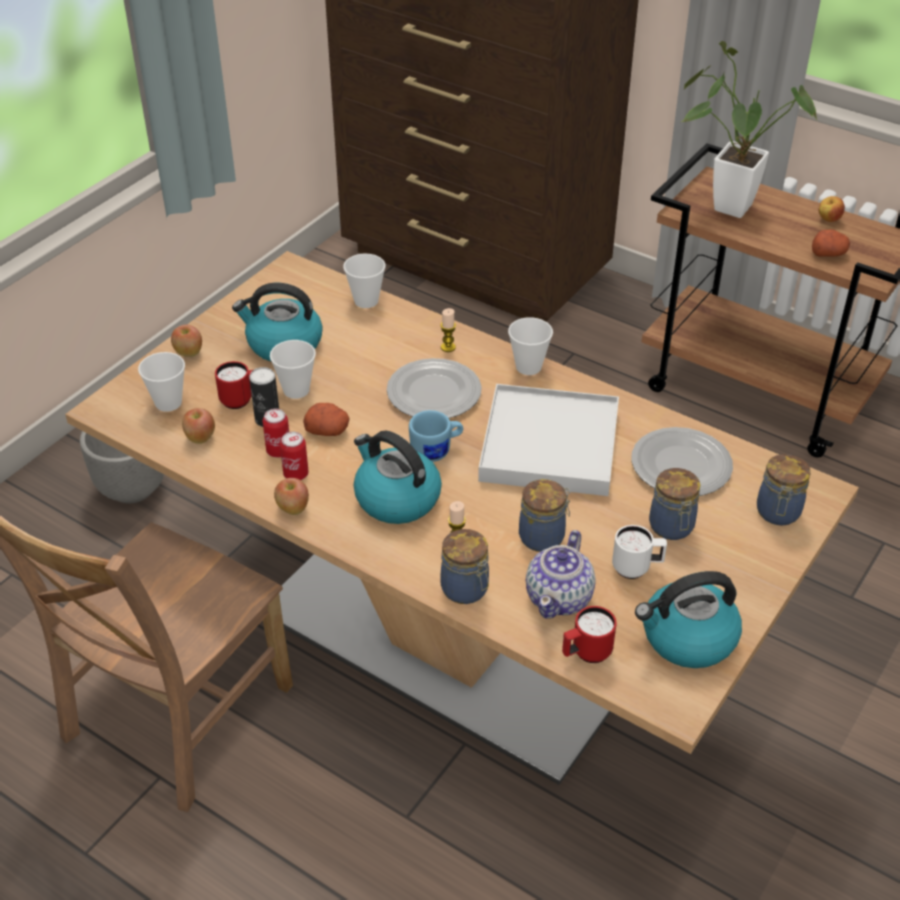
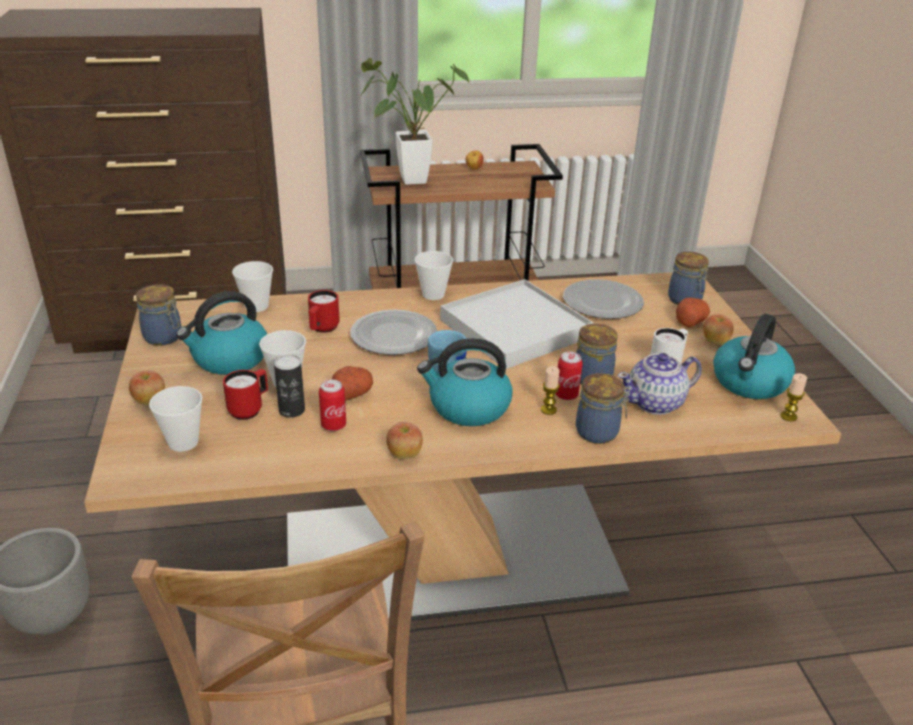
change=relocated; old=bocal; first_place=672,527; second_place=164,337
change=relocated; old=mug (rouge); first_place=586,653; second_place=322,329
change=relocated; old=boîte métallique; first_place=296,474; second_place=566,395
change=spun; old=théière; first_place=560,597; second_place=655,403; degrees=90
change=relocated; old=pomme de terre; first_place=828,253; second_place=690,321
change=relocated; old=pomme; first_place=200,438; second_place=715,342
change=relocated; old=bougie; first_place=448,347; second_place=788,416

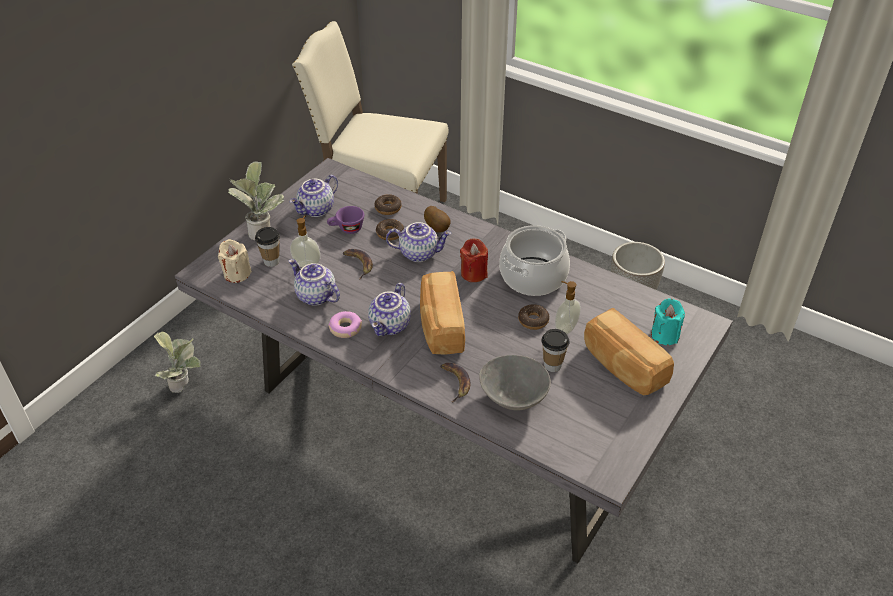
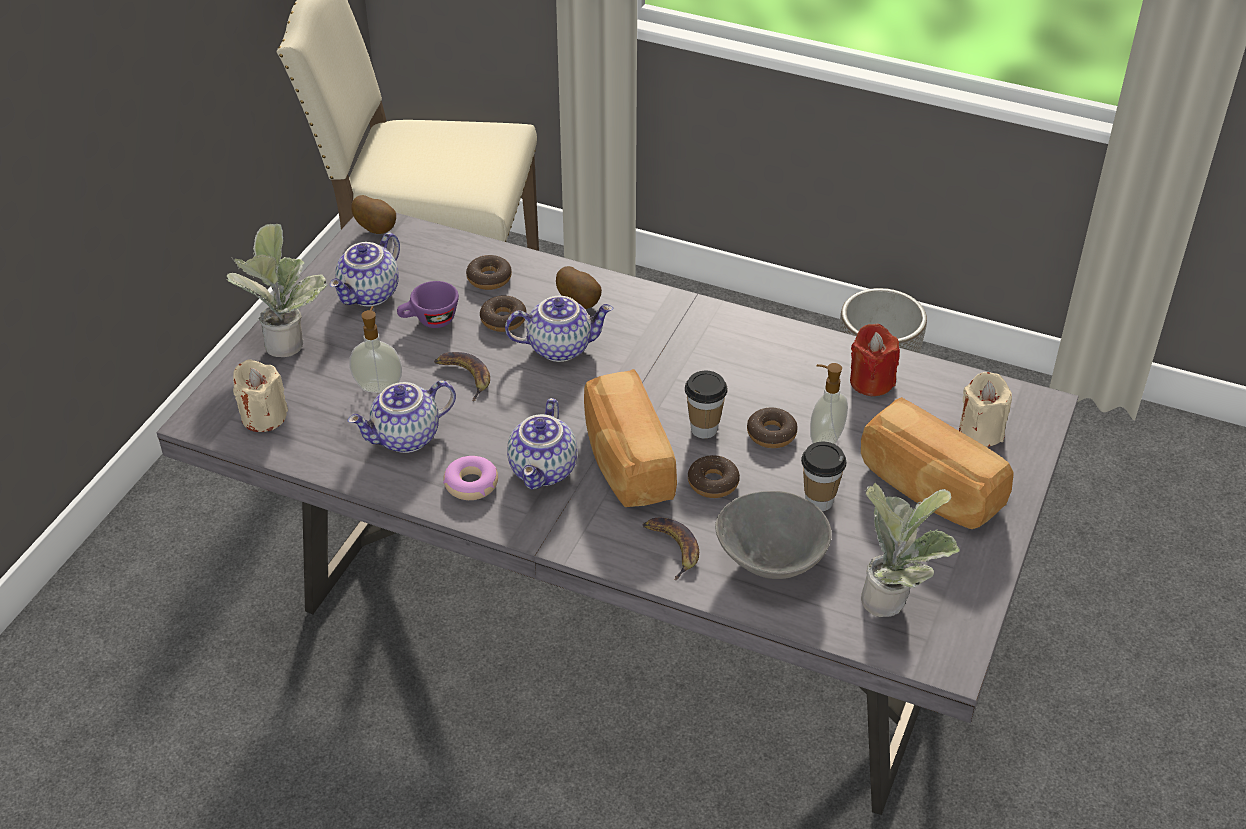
change=spun; old=théière; first_place=315,296; second_place=406,438; degrees=-60
change=appeared; new=pomme de terre; second_place=377,228
change=relocated; old=tasse; first_place=271,261; second_place=704,429
change=appeared; new=beignet; second_place=713,482
change=relocated; old=bougie (rouge); first_place=474,273; second_place=871,381
change=relocated; old=plante en pot; first_place=185,385; second_place=895,599
change=colour; old=bougie (turquoise); new=bougie (beige); first_place=665,335; second_place=981,431
change=missing; old=marmite; first_place=533,276

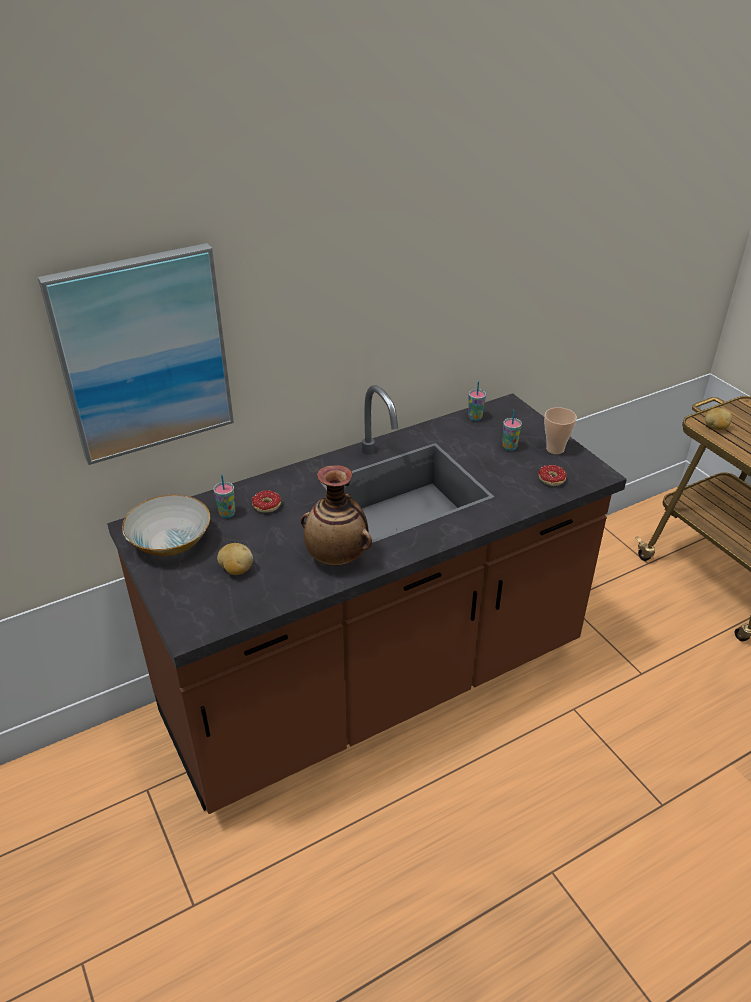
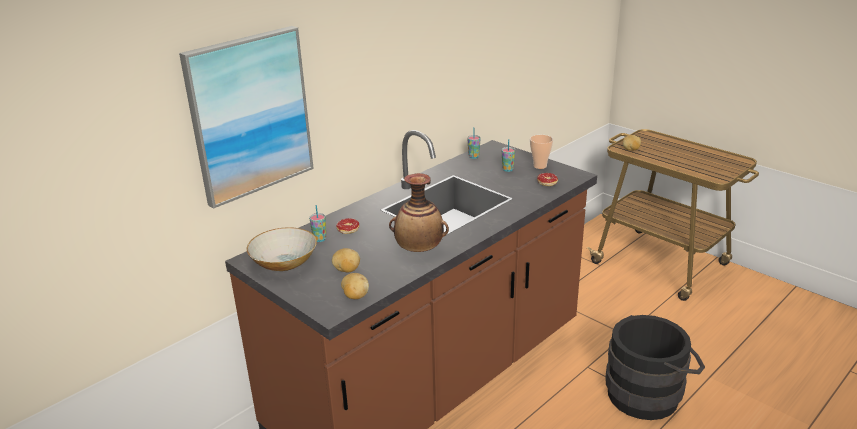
change=appeared; new=pomme de terre; second_place=355,296
change=appeared; new=seau (noir); second_place=649,393

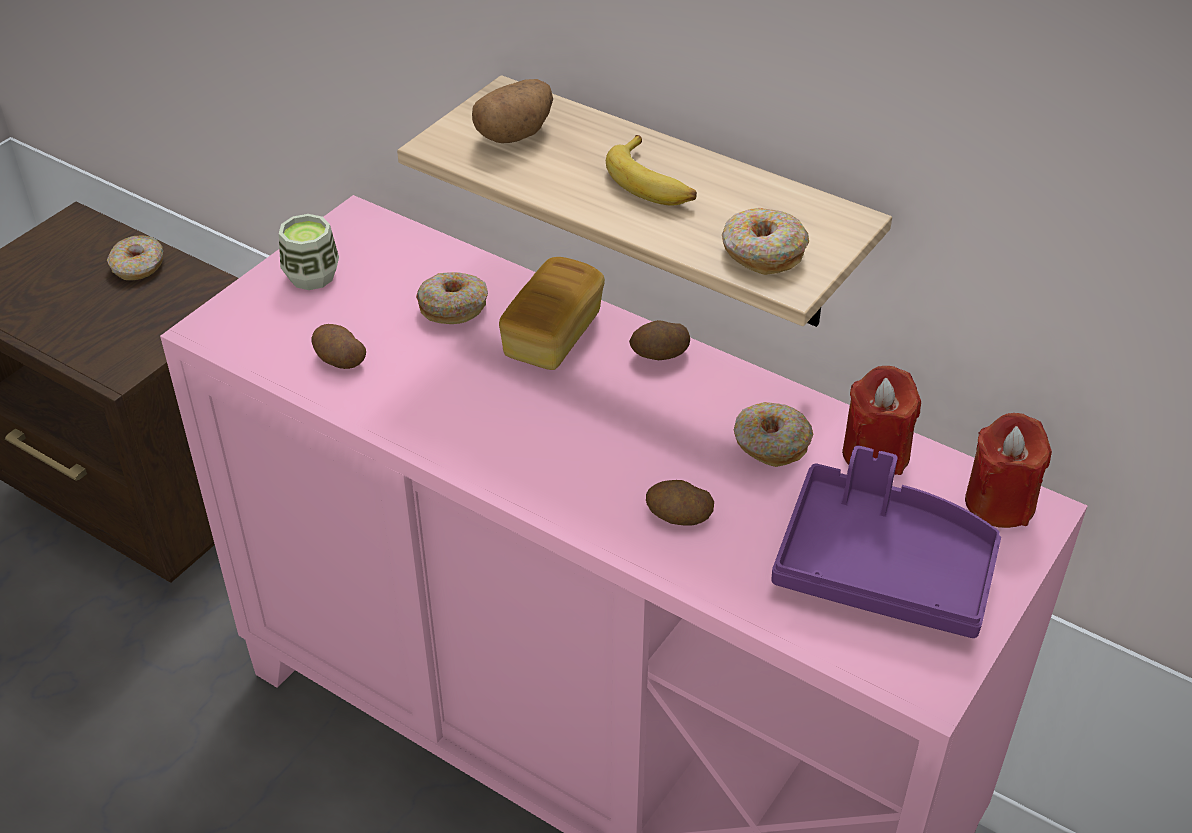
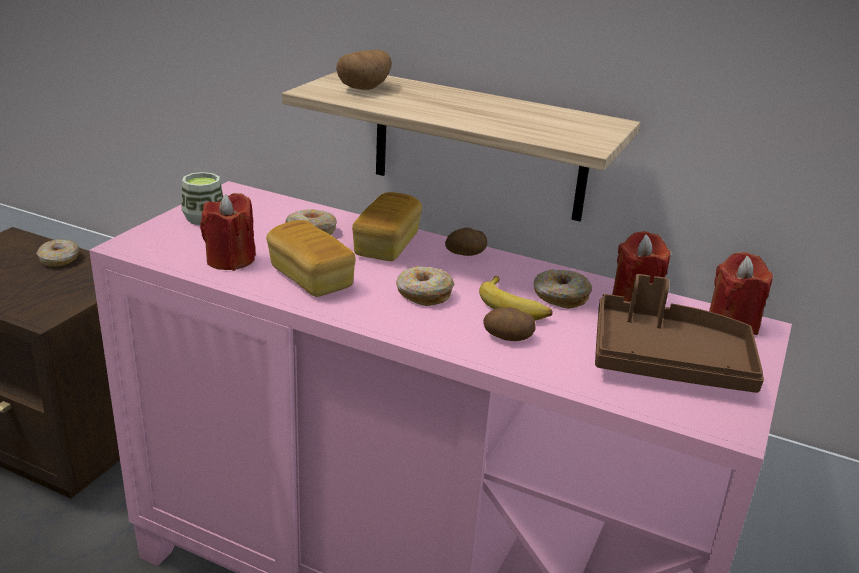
change=exchanged; old=pomme de terre; new=bougie (rouge); first_place=339,360; second_place=230,260
change=appeared; new=pain; second_place=310,278
change=relocated; old=beignet; first_place=762,252; second_place=423,294
change=relocated; old=banane; first_place=652,183; second_place=514,307
change=colour; old=plateau (violet); new=plateau (marron); first_place=883,568; second_place=668,361

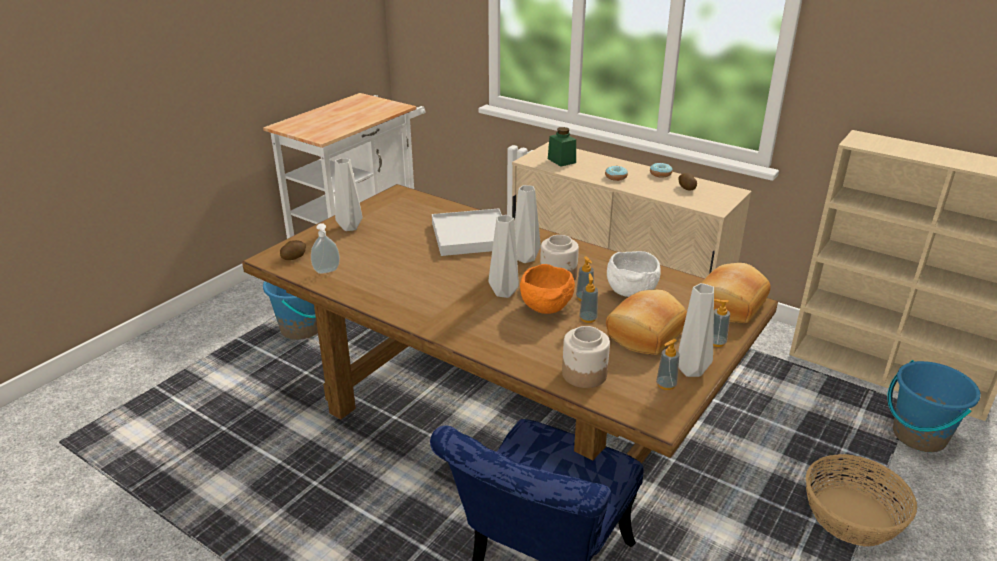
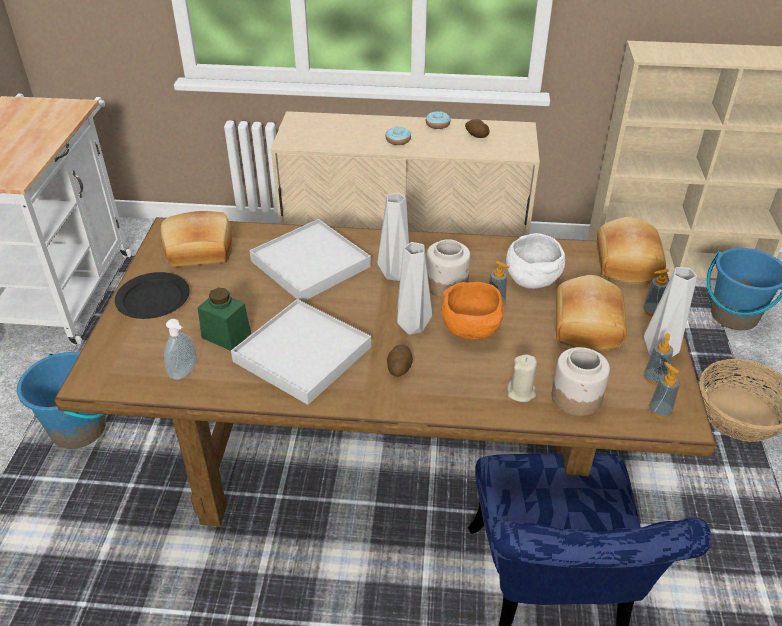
change=exchanged; old=vase (gris); new=assiette (noir); first_place=349,227; second_place=153,299
change=appeared; new=pain; second_place=199,252
change=relocated; old=bocal (vert); first_place=561,160; second_place=226,335
change=appeared; new=plateau (blanc); second_place=303,354
change=relocated; old=pomme de terre; first_place=294,257; second_place=399,368
change=appeared; new=bougie (beige); second_place=521,392
change=relocated; old=distributeur de savon; first_place=588,318; second_place=659,411

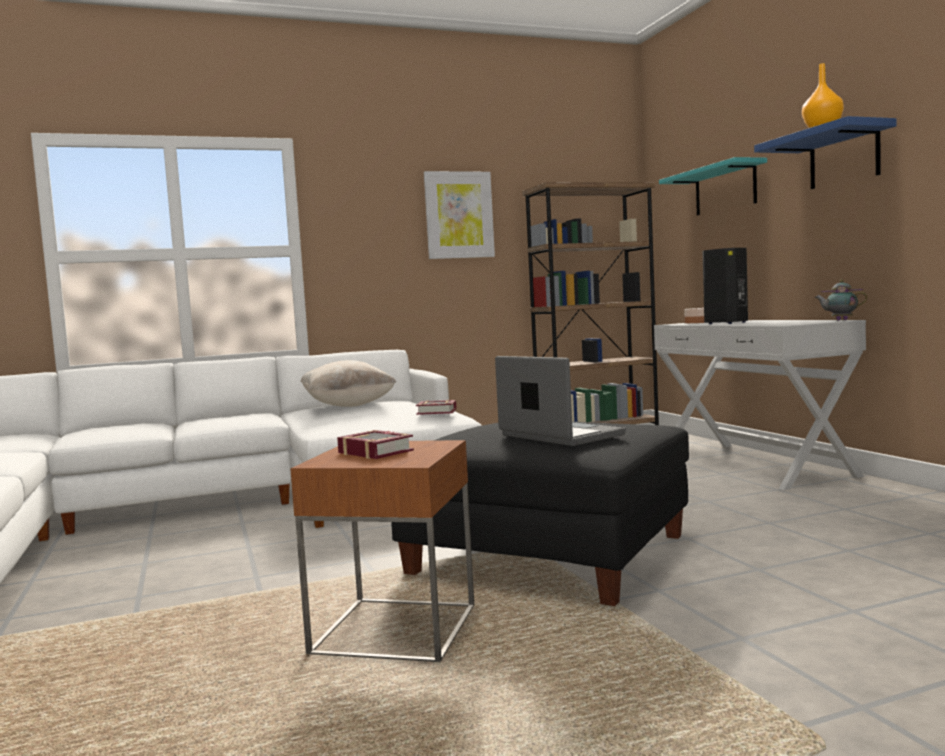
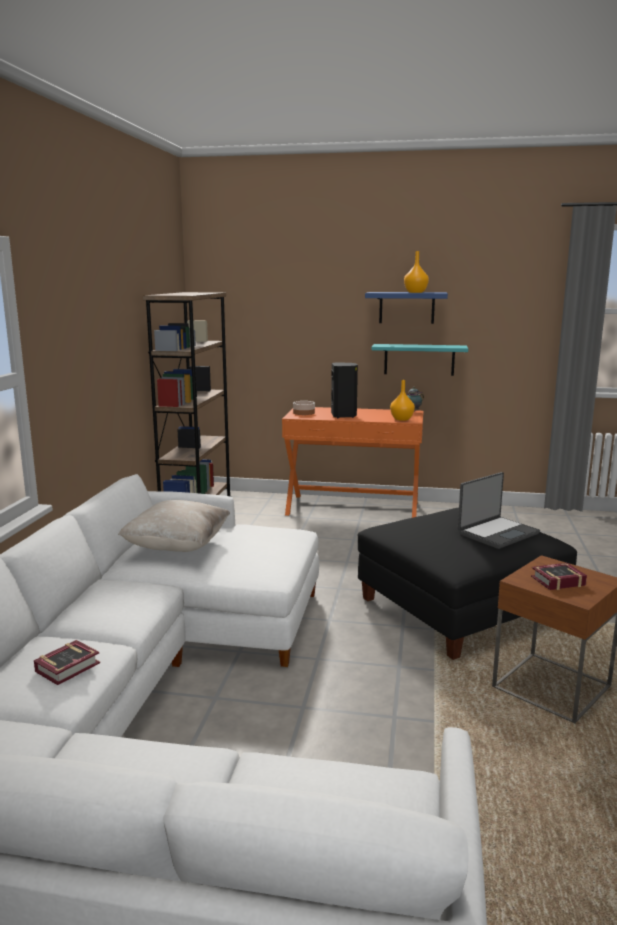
change=relocated; old=livre; first_place=438,412; second_place=70,667
change=colour; old=table console (blanc); new=table console (orange); first_place=753,464; second_place=353,508
change=relocated; old=étagère (turquoise); first_place=725,189; second_place=419,359
change=appeared; new=vase (orange); second_place=401,419
change=spun; old=ordinateur portable; first_place=559,435; second_place=497,533; degrees=150
change=missing; old=tableau; first_place=459,215

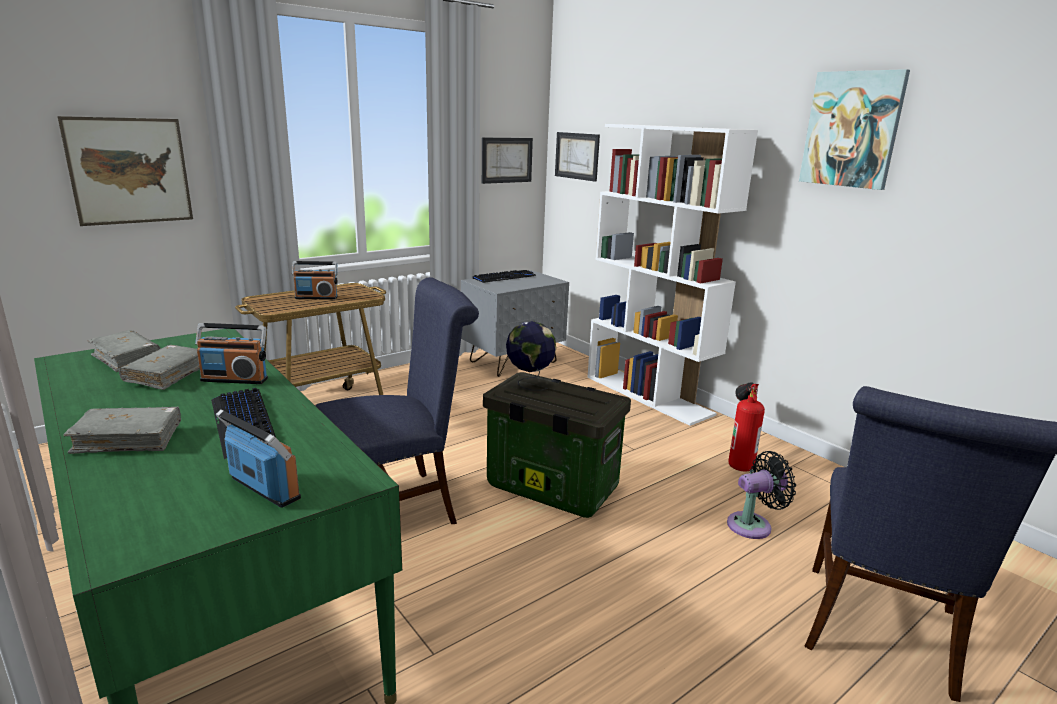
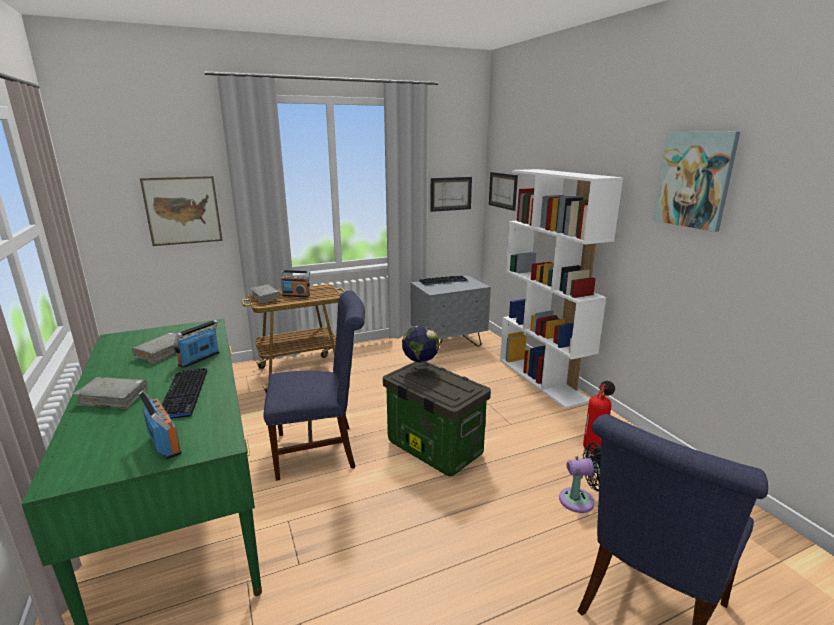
change=spun; old=radio; first_place=235,379; second_place=199,359; degrees=105
change=relocated; old=livre (gris); first_place=126,358; second_place=265,297

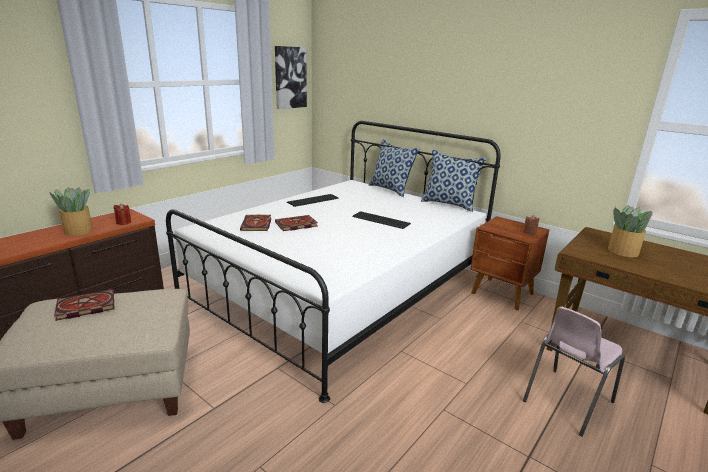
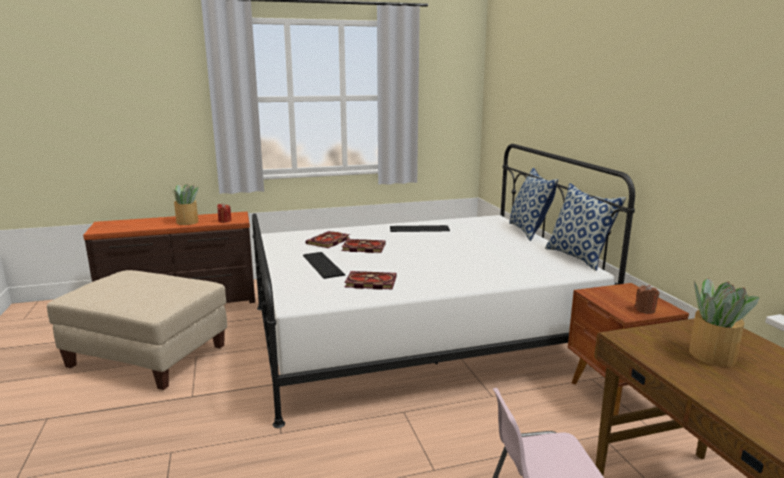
change=relocated; old=clavier; first_place=381,219; second_place=324,264
change=relocated; old=livre; first_place=84,307; second_place=369,283
change=missing; old=tableau; first_place=290,77

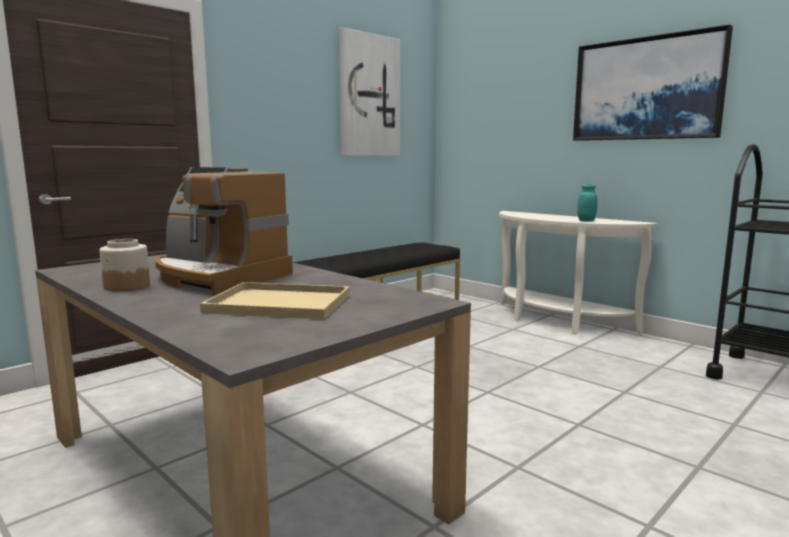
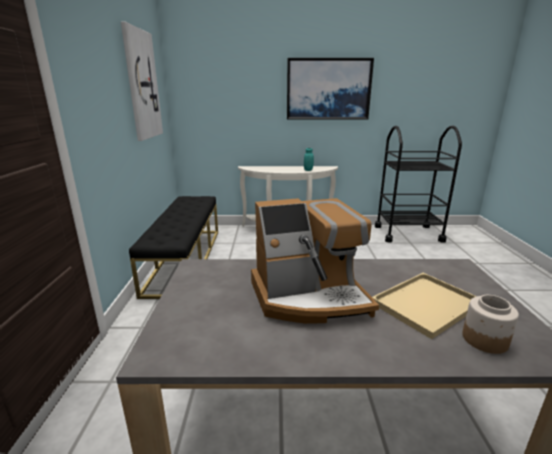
change=relocated; old=bocal; first_place=126,286; second_place=484,340

